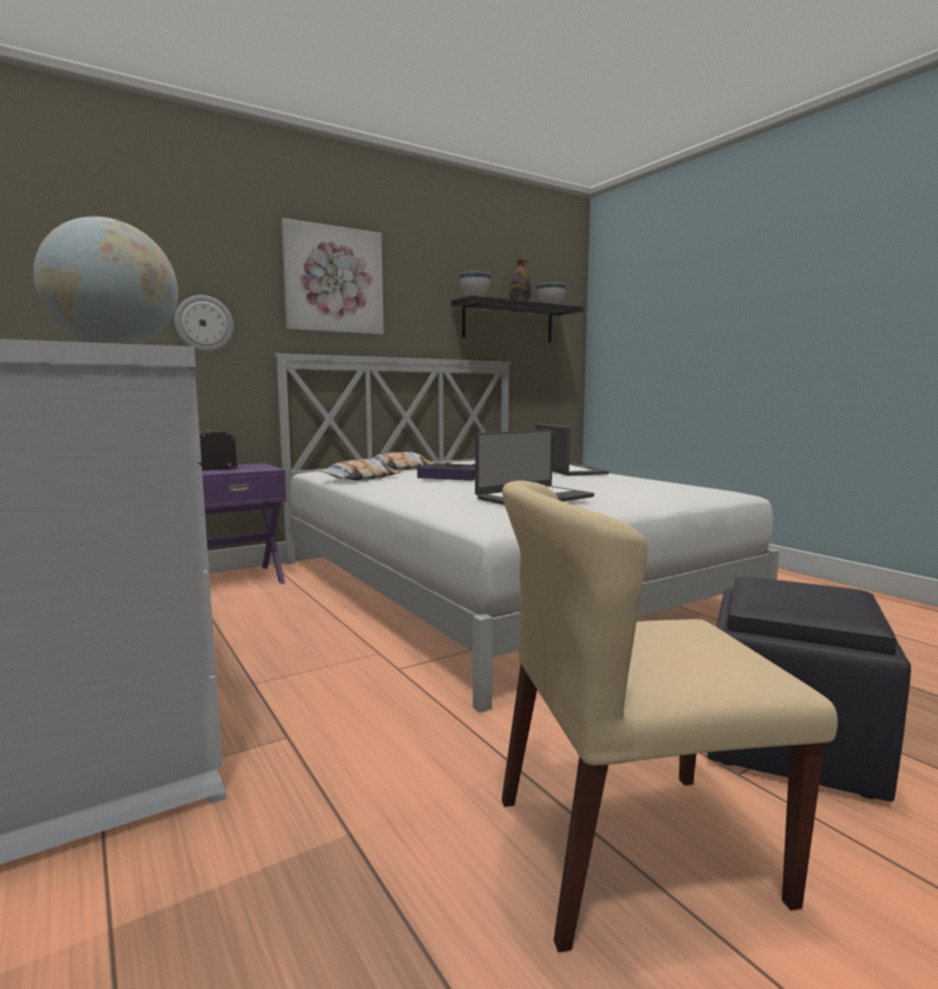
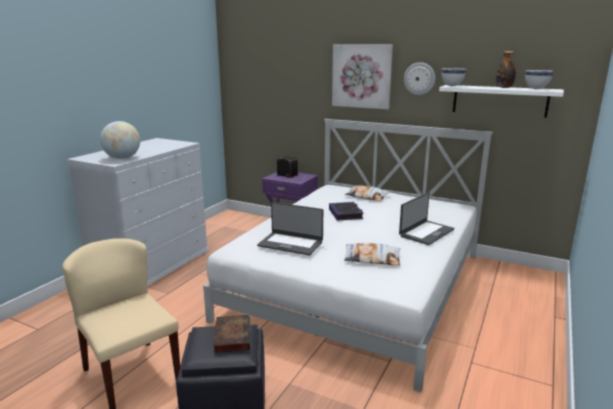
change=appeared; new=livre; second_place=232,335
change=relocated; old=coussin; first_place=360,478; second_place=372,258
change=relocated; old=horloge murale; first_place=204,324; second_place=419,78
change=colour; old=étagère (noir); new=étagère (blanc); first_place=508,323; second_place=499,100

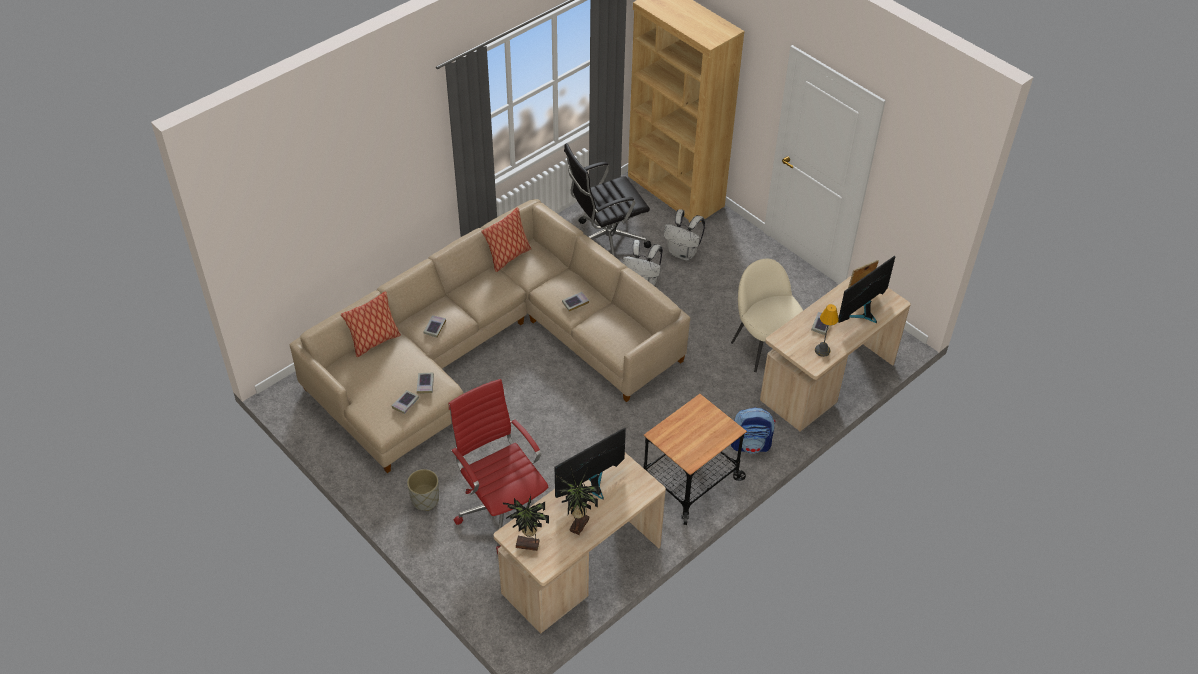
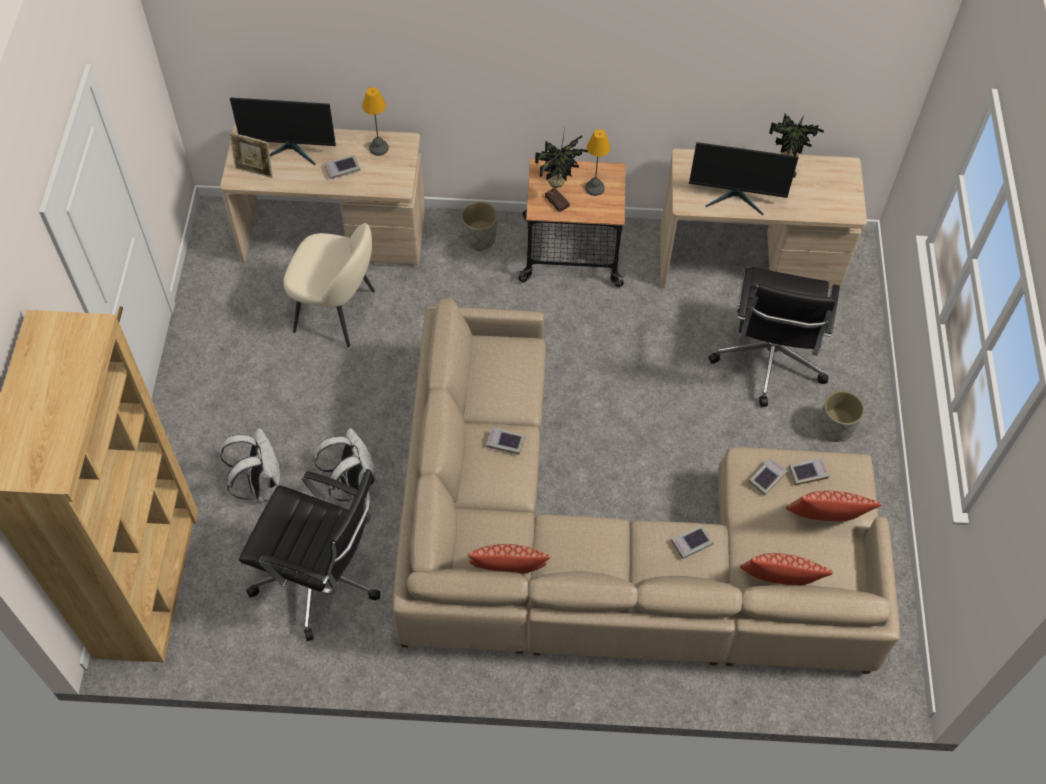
change=spun; old=chaise (beige); first_place=764,346; second_place=337,311; degrees=-90
change=exchanged; old=sac à dos; new=cache-pot (gris); first_place=751,445; second_place=479,238
change=relocated; old=plante en pot; first_place=528,546; second_place=558,200
change=appeared; new=lampe de table; second_place=594,188
change=colour; old=chaise de bureau (rouge); new=chaise de bureau (noir); first_place=502,509; second_place=768,360
change=appeared; new=coussin; second_place=824,521

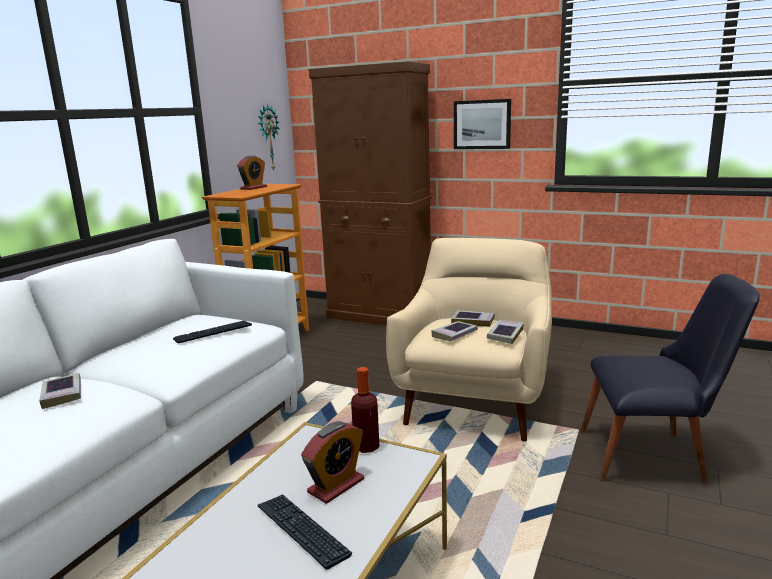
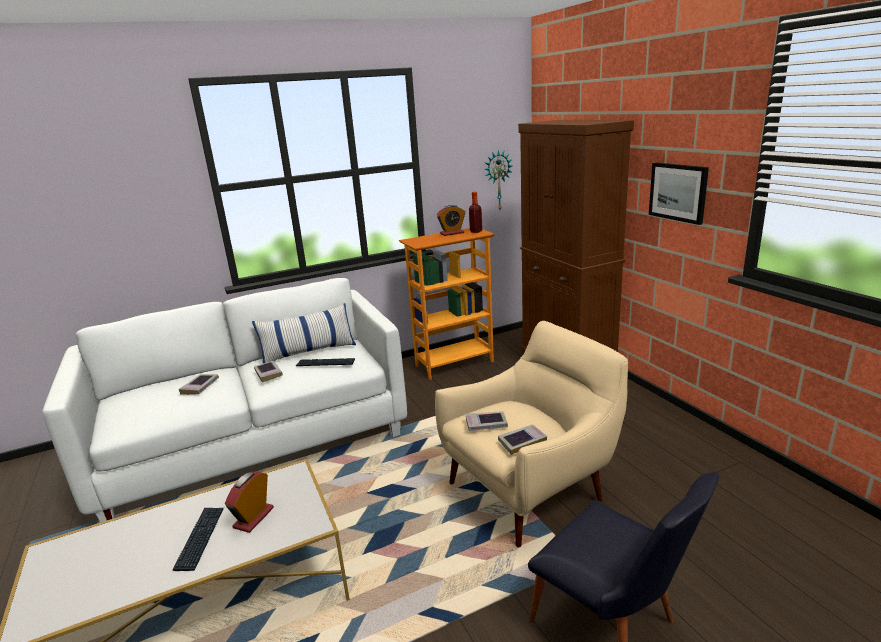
change=spun; old=réveil; first_place=336,486; second_place=254,518; degrees=120
change=appeared; new=coussin; second_place=308,351
change=relocated; old=livre; first_place=473,321; second_place=268,373
change=relocated; old=bouteille; first_place=366,446; second_place=476,231

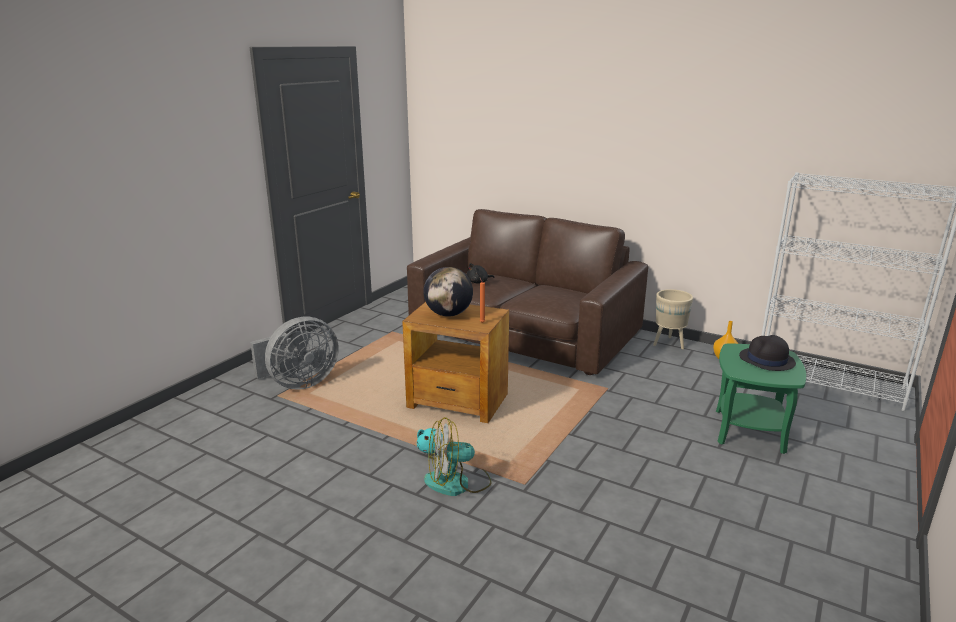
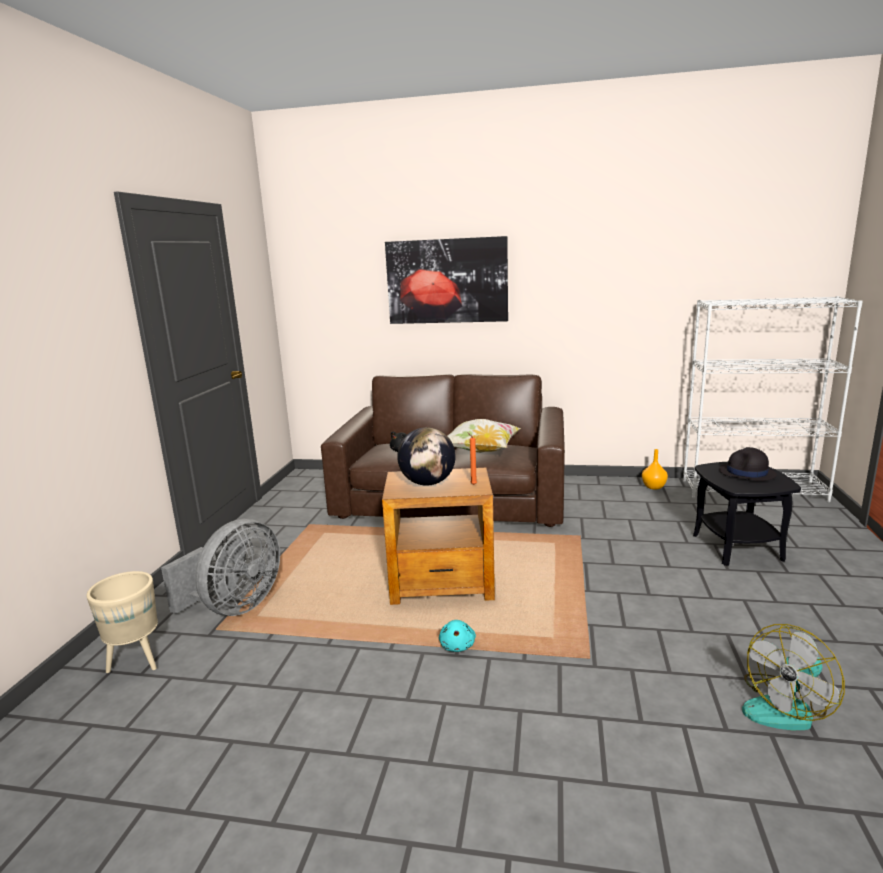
change=relocated; old=cache-pot (beige); first_place=669,344; second_place=138,661
change=appeared; new=tableau; second_place=447,281
change=appeared; new=coussin; second_place=481,451
change=colour; old=table d'appoint (vert); new=table d'appoint (noir); first_place=749,431; second_place=737,548
change=relocated; old=ventilateur; first_place=457,482; second_place=786,707

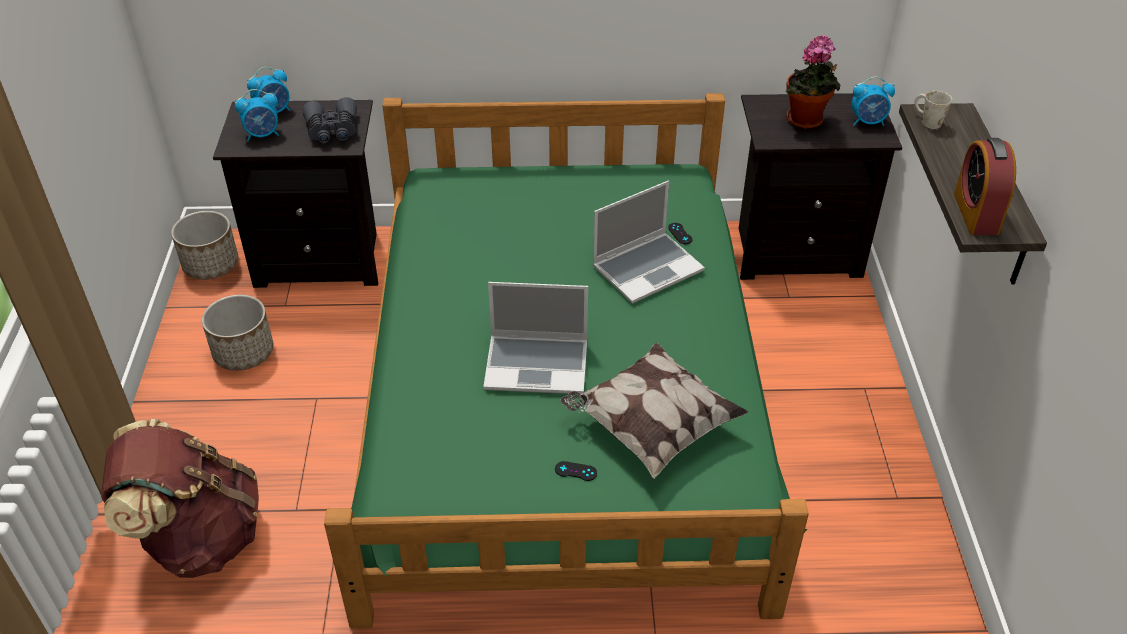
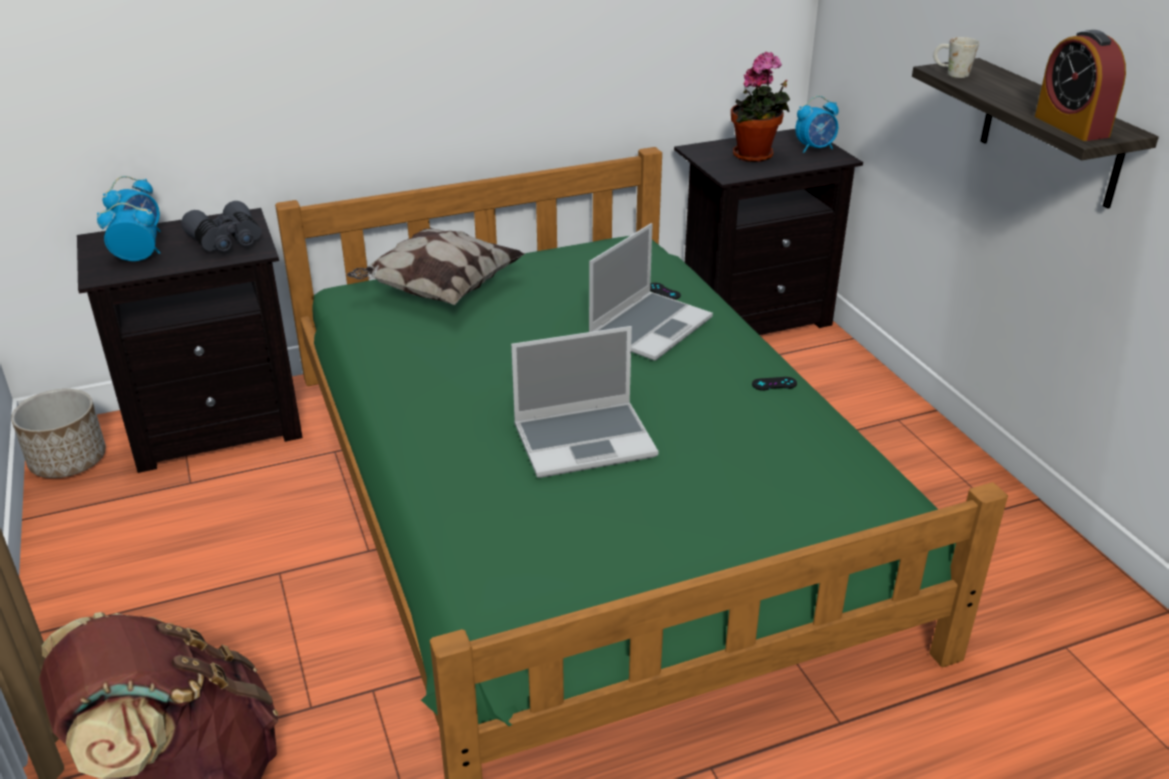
change=spun; old=réveil; first_place=263,135; second_place=137,258; degrees=-150
change=relocated; old=coussin; first_place=651,426; second_place=438,291
change=relocated; old=manette (noir); first_place=575,471; second_place=774,384
change=missing; old=cache-pot; first_place=244,352

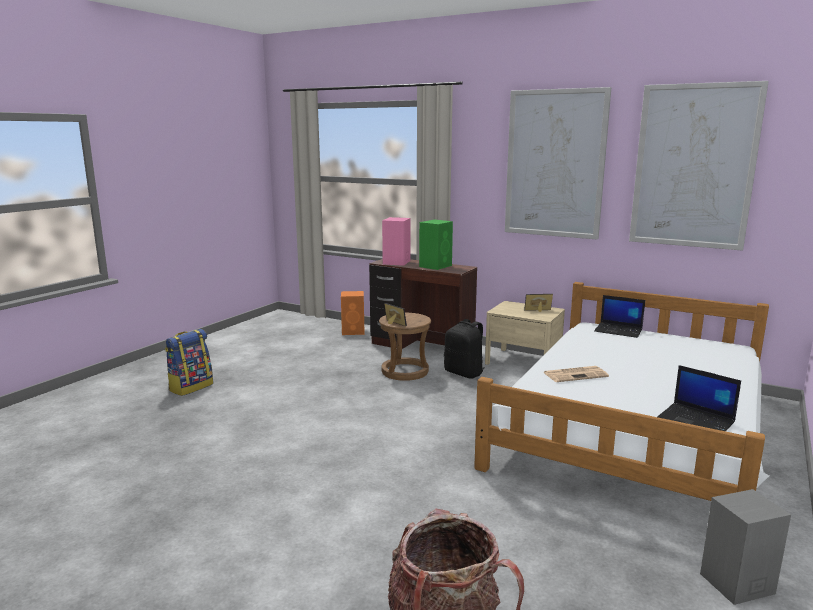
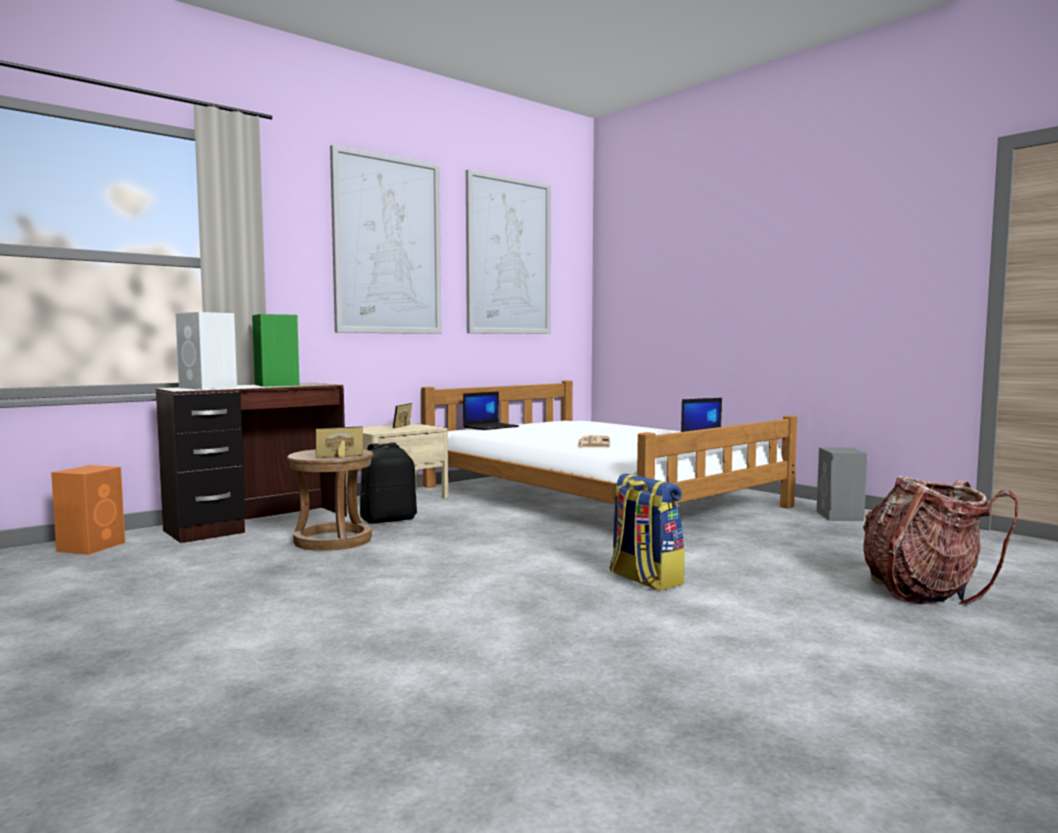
change=colour; old=enceinte (rose); new=enceinte (blanc); first_place=396,262; second_place=208,388
change=relocated; old=sac à dos; first_place=191,387; second_place=644,579

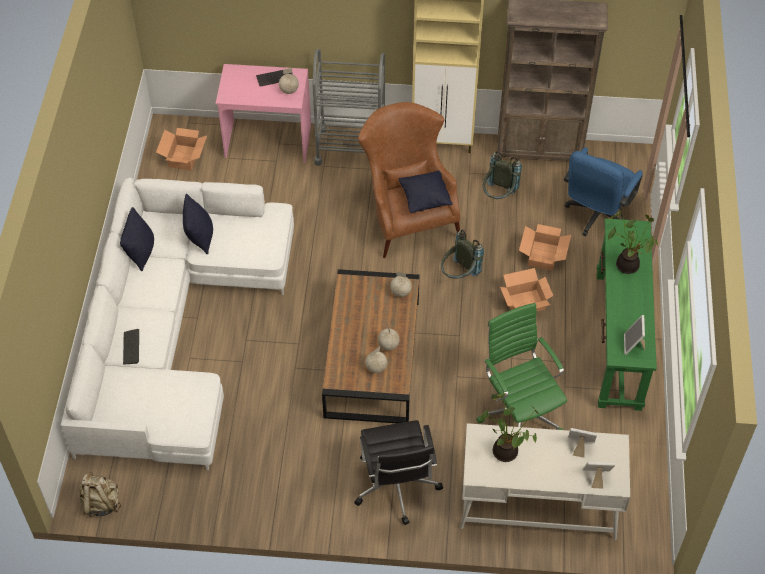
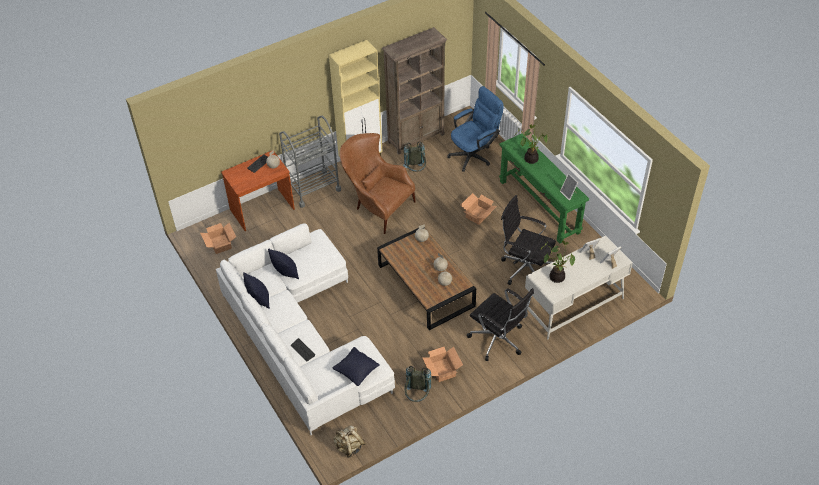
change=colour; old=bureau (rose); new=bureau (marron); first_place=267,142; second_place=262,210
change=relocated; old=coussin (noir); first_place=425,199; second_place=356,371
change=relocated; old=sac à dos (gris); first_place=459,274; second_place=417,396
change=relocated; old=carton; first_place=543,255; second_place=442,370
change=spun; old=chaise de bureau (bleu); first_place=596,216; second_place=474,154; degrees=-120
change=colour; old=chaise de bureau (vert); new=chaise de bureau (noir); first_place=519,413; second_place=525,268

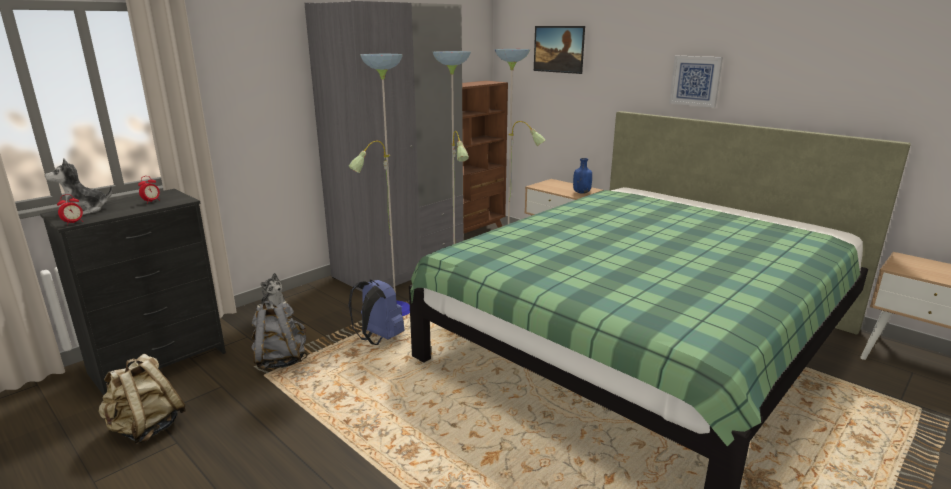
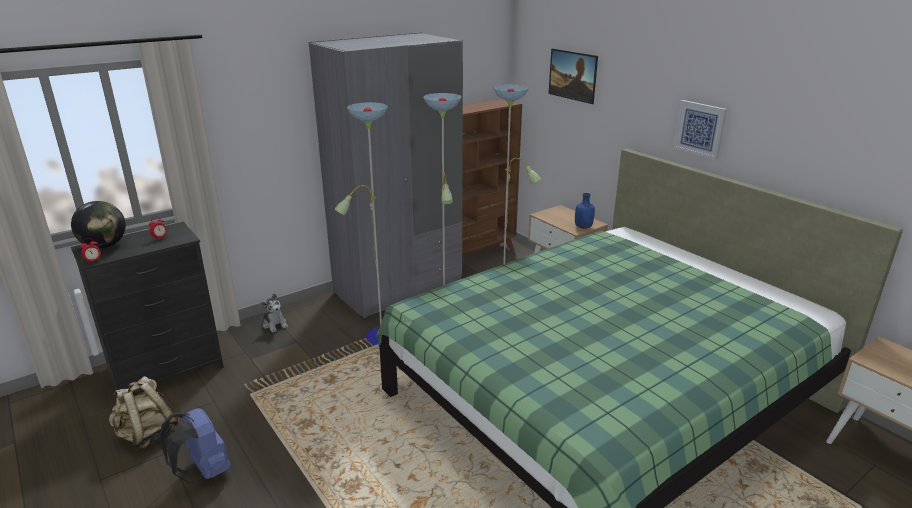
change=exchanged; old=peluche; new=globe; first_place=83,210; second_place=104,246
change=relocated; old=sac à dos (bleu); first_place=378,338; second_place=204,472
change=missing; old=sac à dos (gris); first_place=281,360

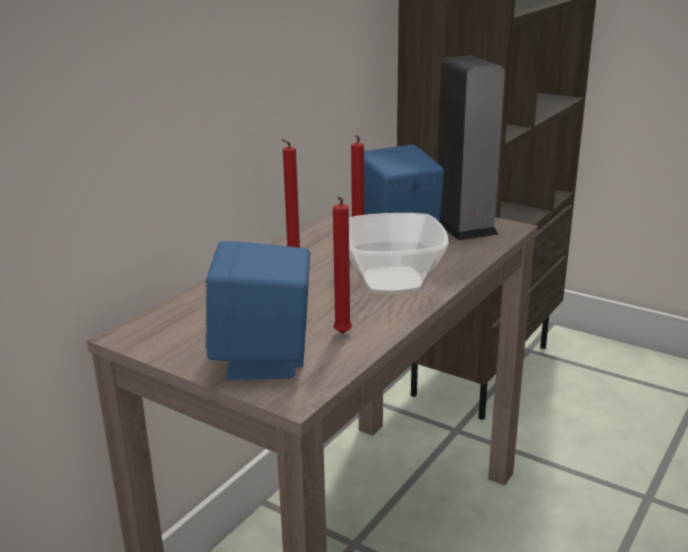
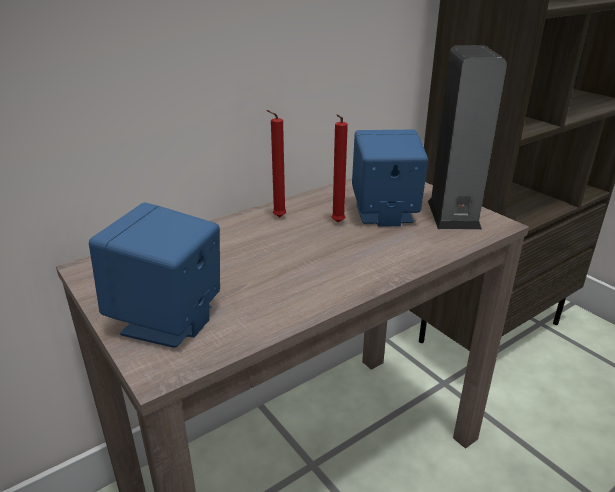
change=missing; old=bougie (rouge); first_place=342,335
change=missing; old=bol; first_place=391,282

